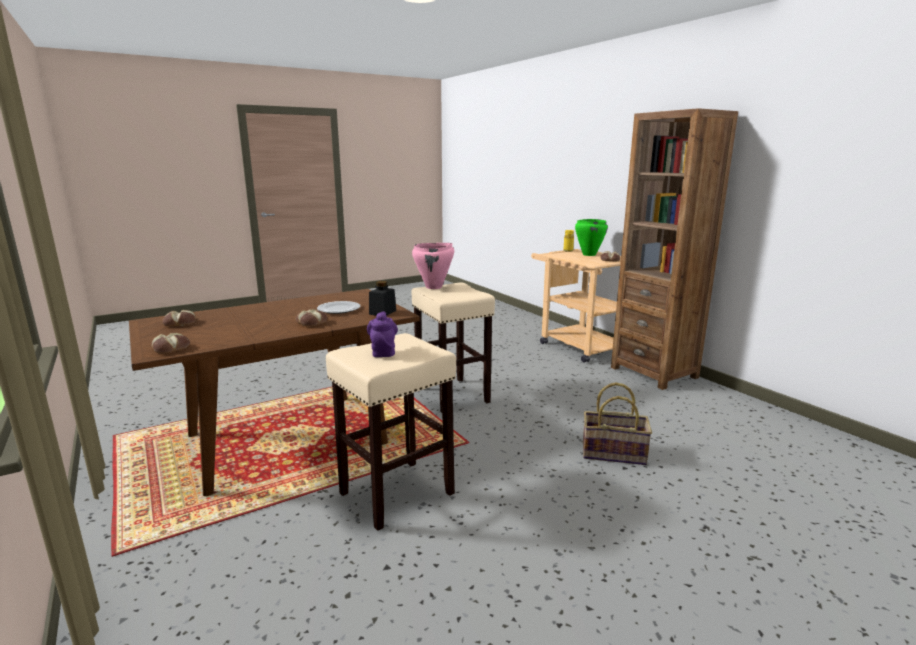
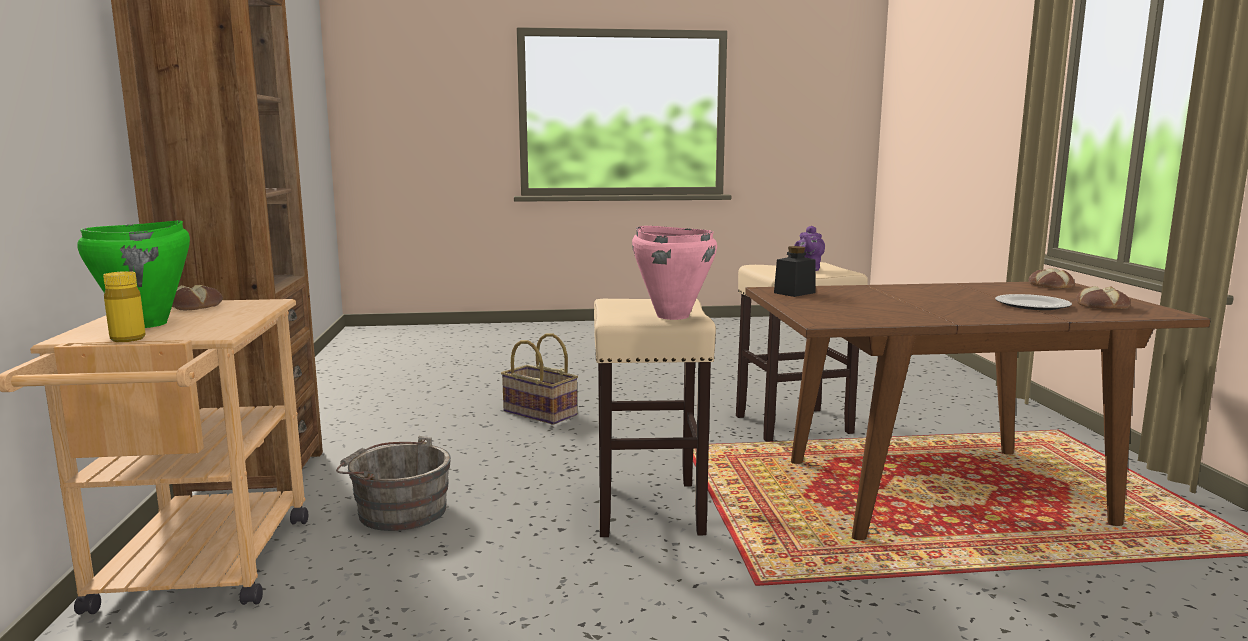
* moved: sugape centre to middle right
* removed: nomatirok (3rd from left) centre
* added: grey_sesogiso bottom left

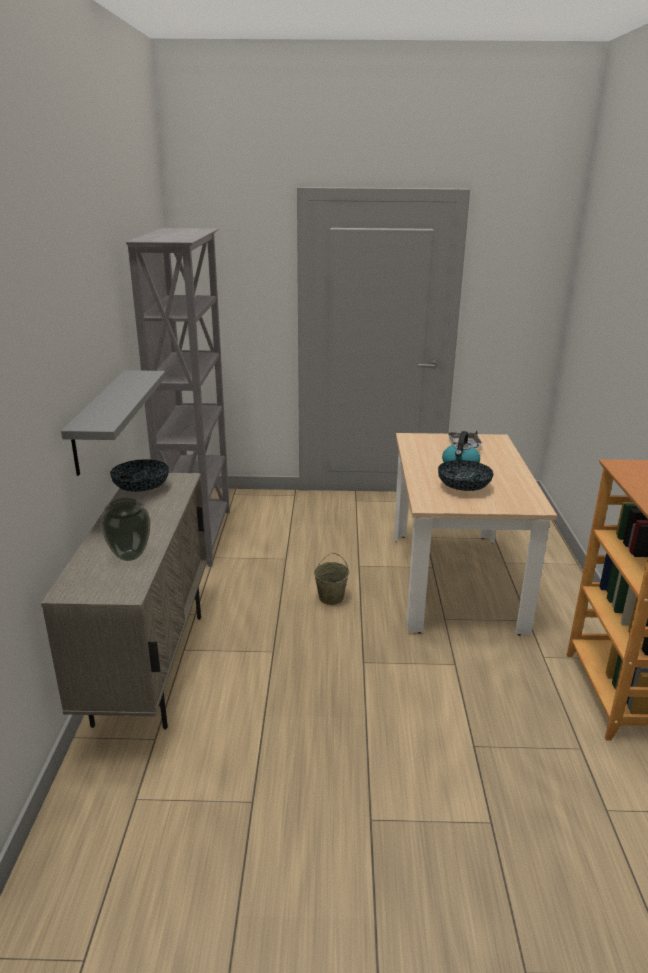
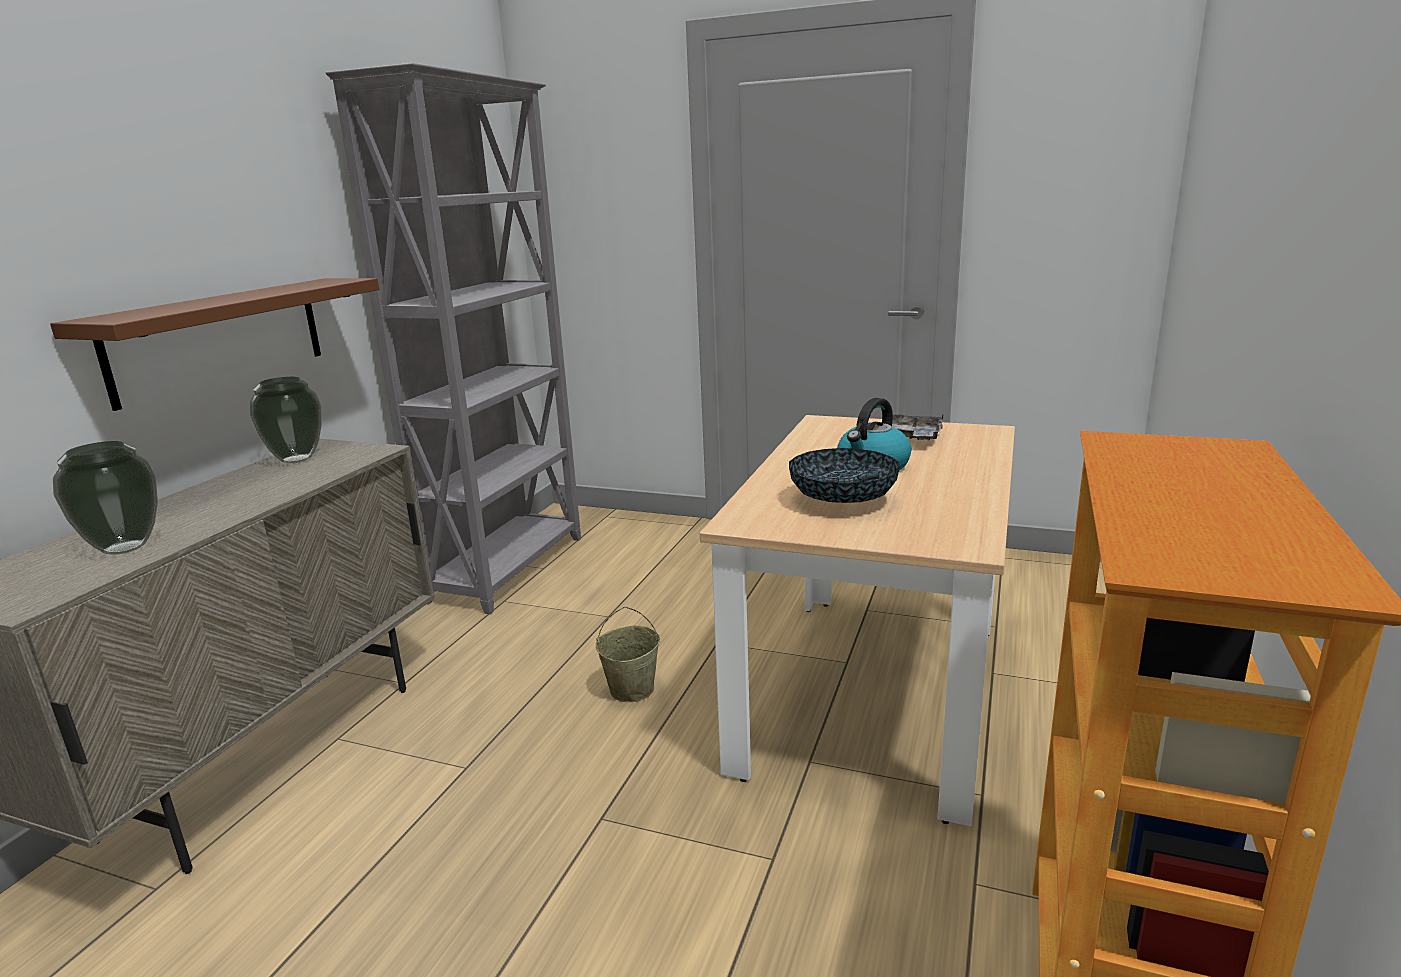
* recoloured: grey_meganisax middle left to brown_meganisax middle left
* replaced: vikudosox (1st from left) middle left to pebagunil (2nd from left) middle left

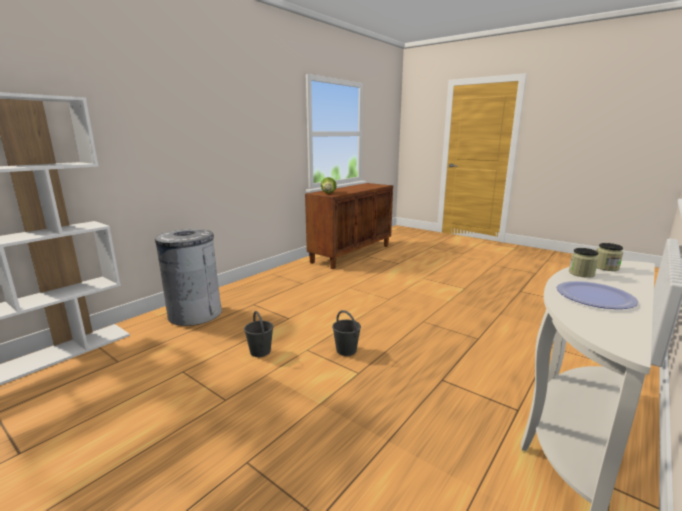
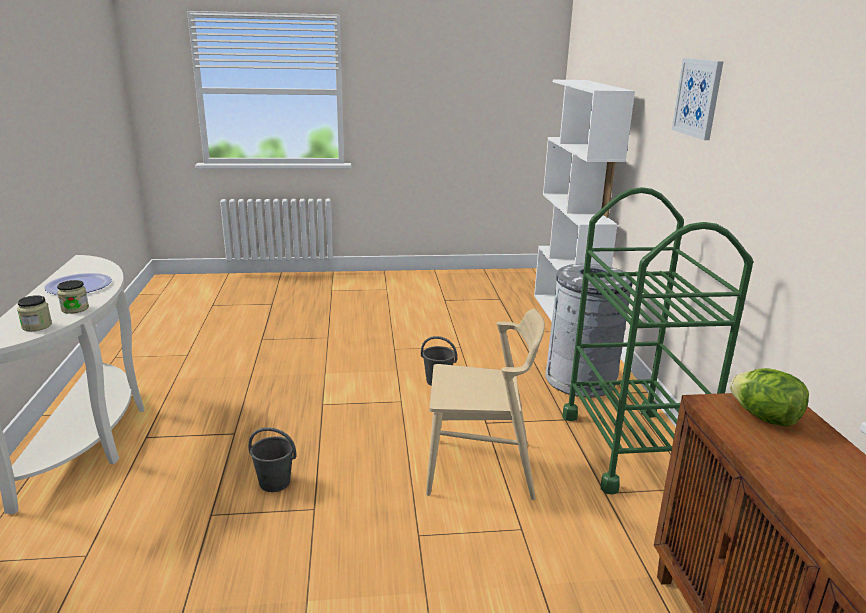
* moved: grey_sesogiso (2nd from left in the first image) centre to grey_sesogiso (1st from left) bottom left
* added: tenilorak top right
* added: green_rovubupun middle right
* added: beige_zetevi centre

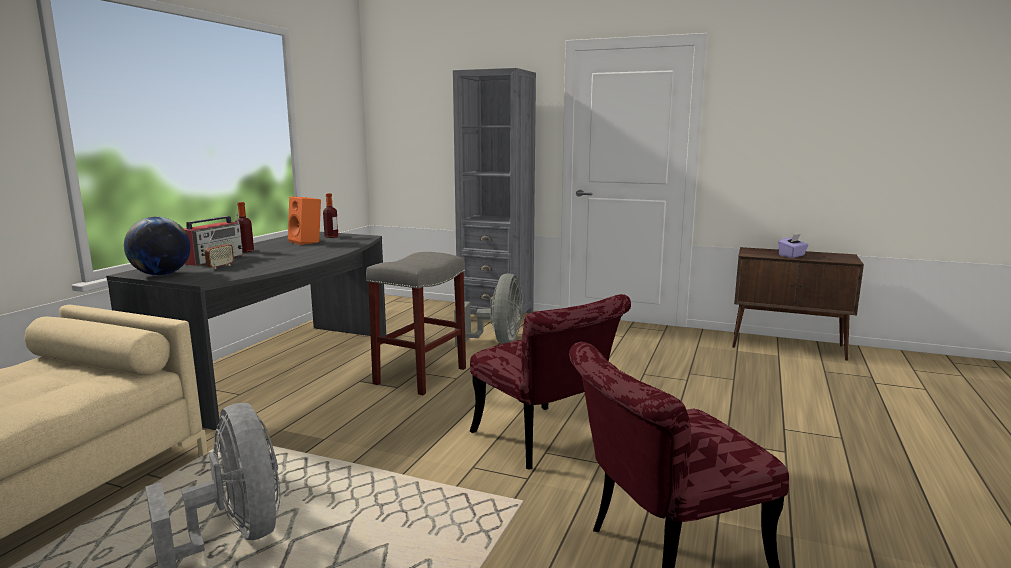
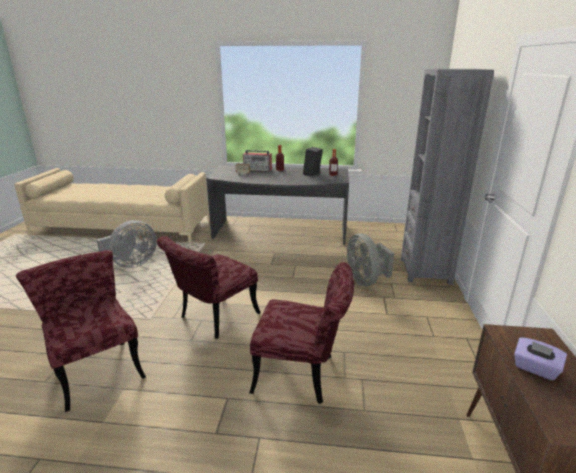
* recoloured: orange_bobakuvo middle left to black_bobakuvo centre
* removed: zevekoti middle left
* removed: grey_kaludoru centre
* turned: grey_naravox (2nd from left) centre = centre 75 degrees clockwise
* added: red_zetevi (3rd from left) bottom centre

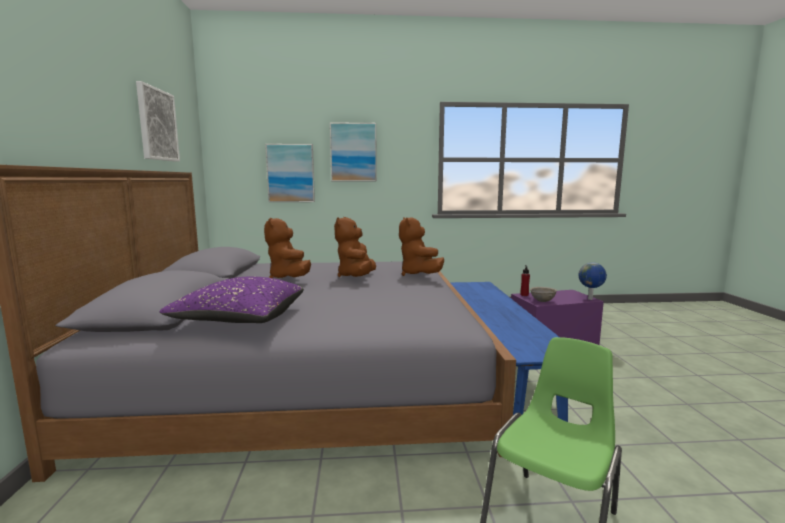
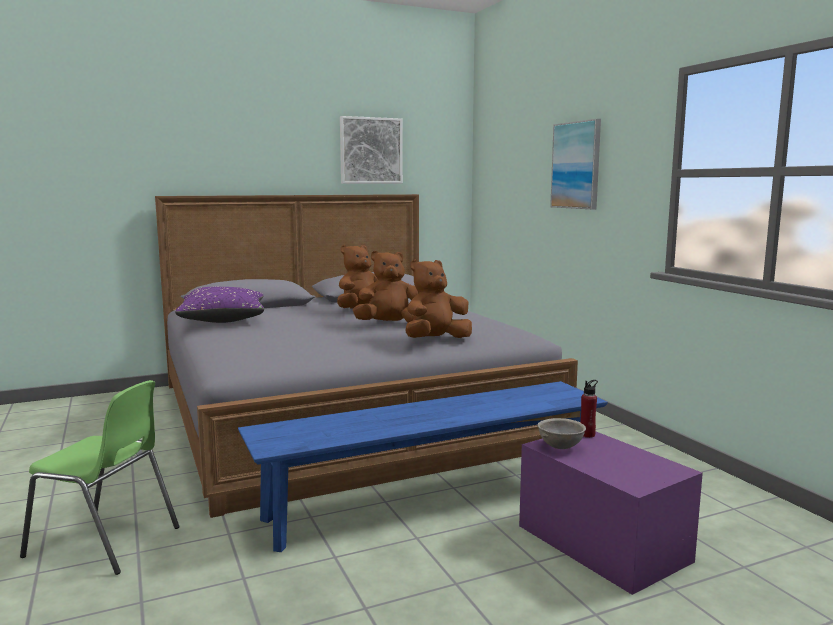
* removed: tenilorak (2nd from left) top centre
* removed: zevekoti middle right

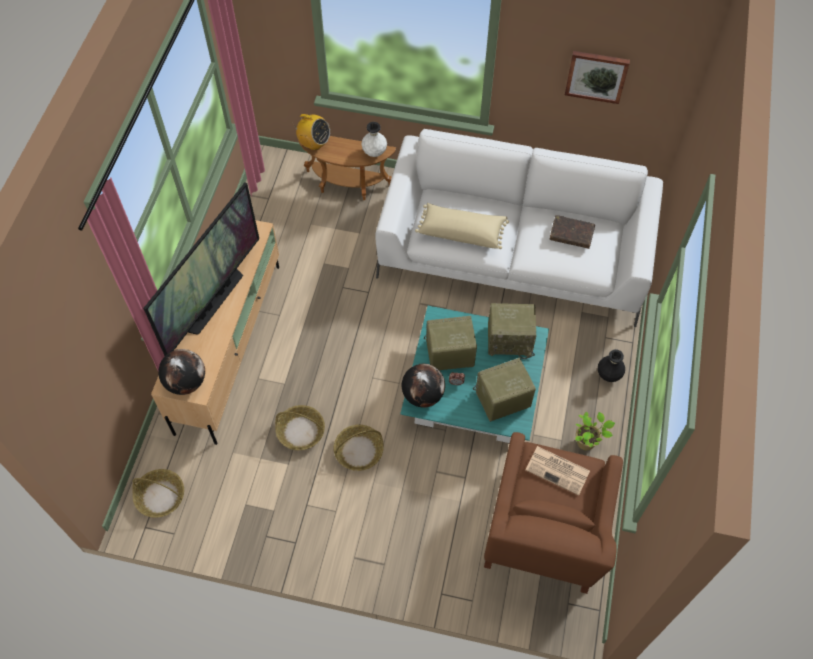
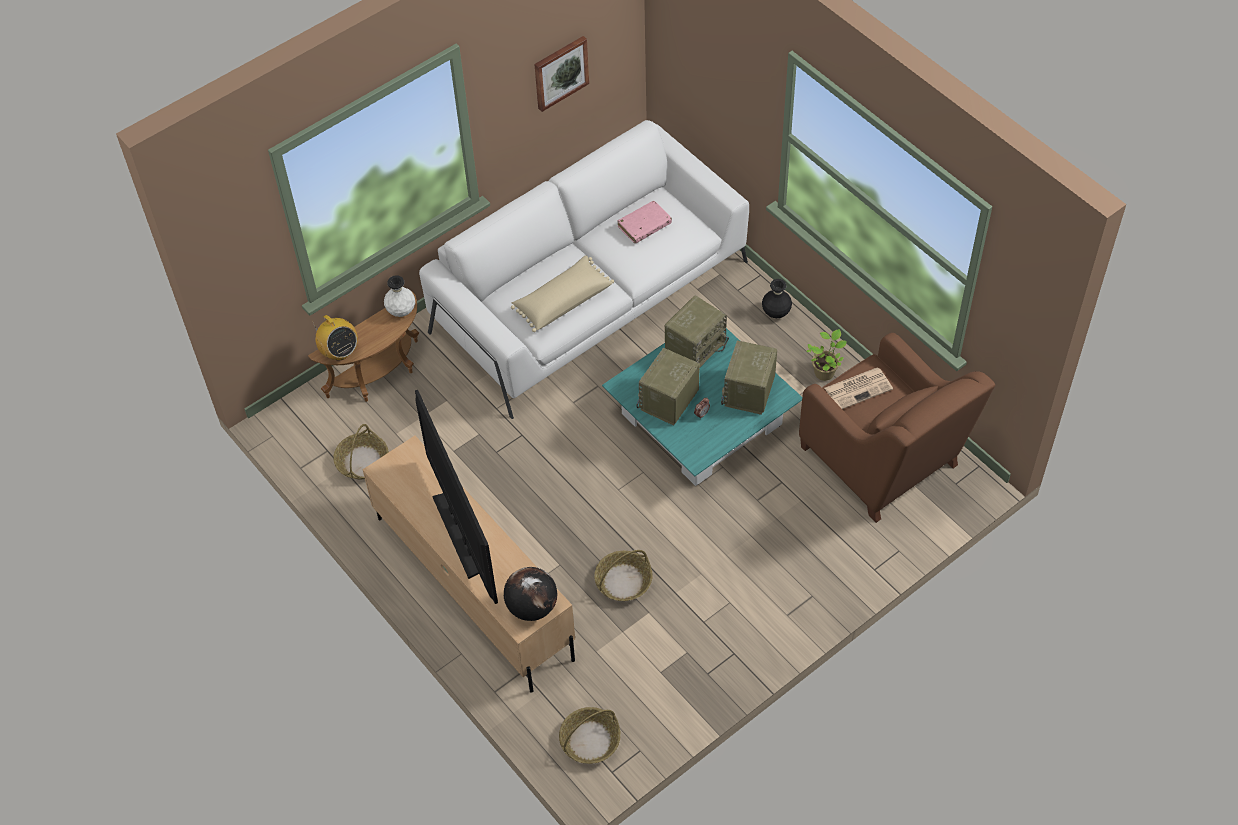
* turned: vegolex (1st from left) top centre = middle left 75 degrees clockwise
* recoloured: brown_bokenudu middle right to pink_bokenudu top centre
* removed: zevekoti (2nd from left) centre
* moved: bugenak (3rd from left in the first image) bottom centre to bugenak (1st from left) middle left

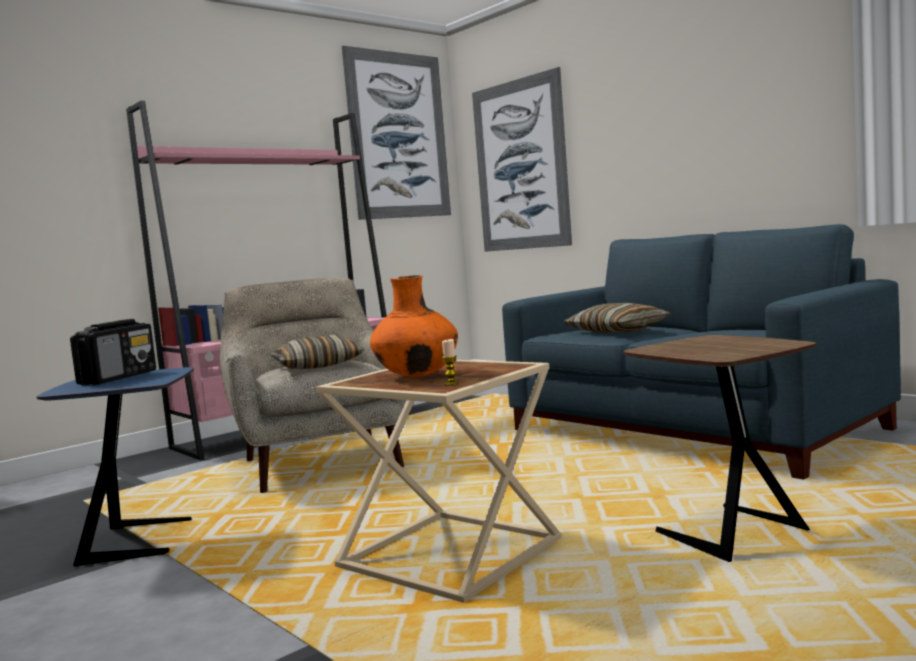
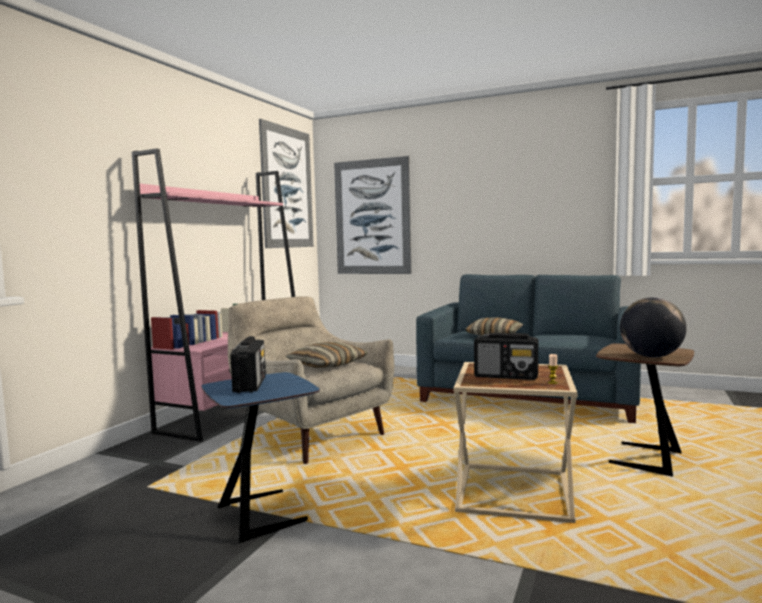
* replaced: orange_pebagunil centre to vegolex (2nd from left) centre
* added: zevekoti middle right

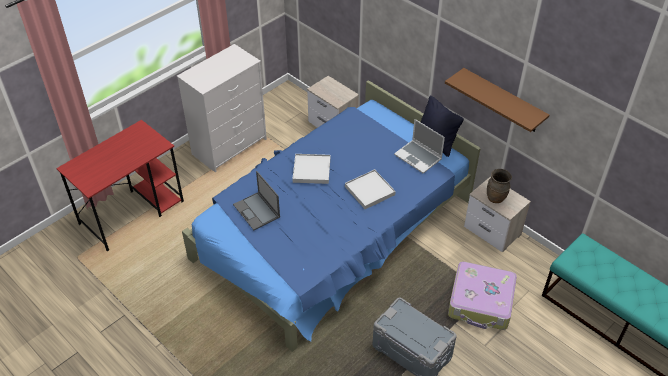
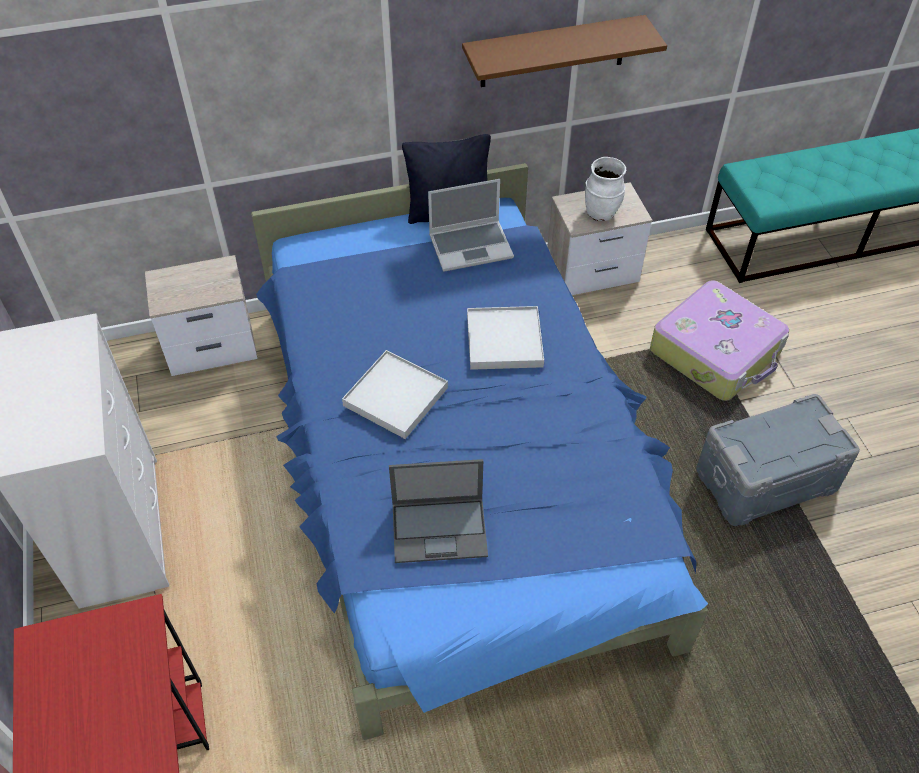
* recoloured: brown_pebagunil middle right to white_pebagunil top centre

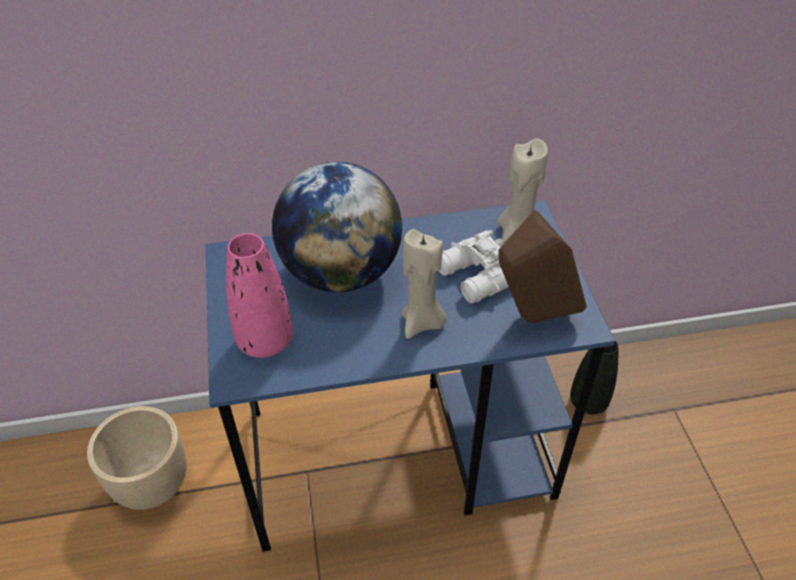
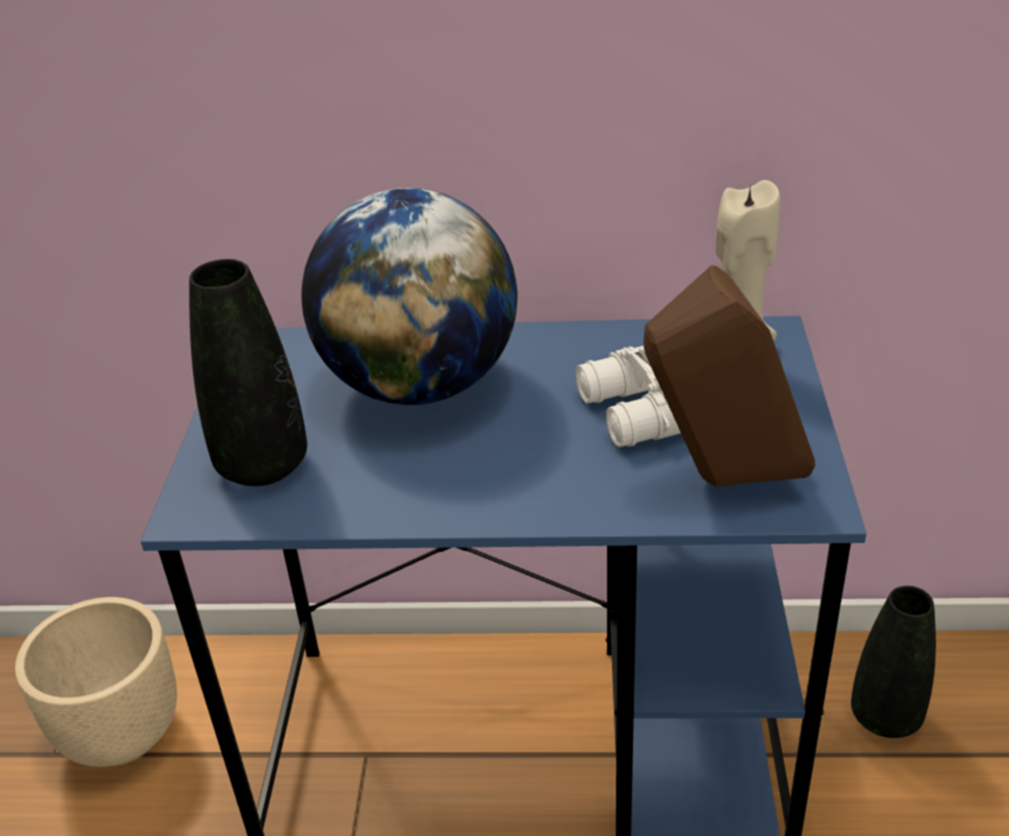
* removed: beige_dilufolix (1st from left) centre
* recoloured: pink_pebagunil middle left to black_pebagunil (1st from left) middle left

